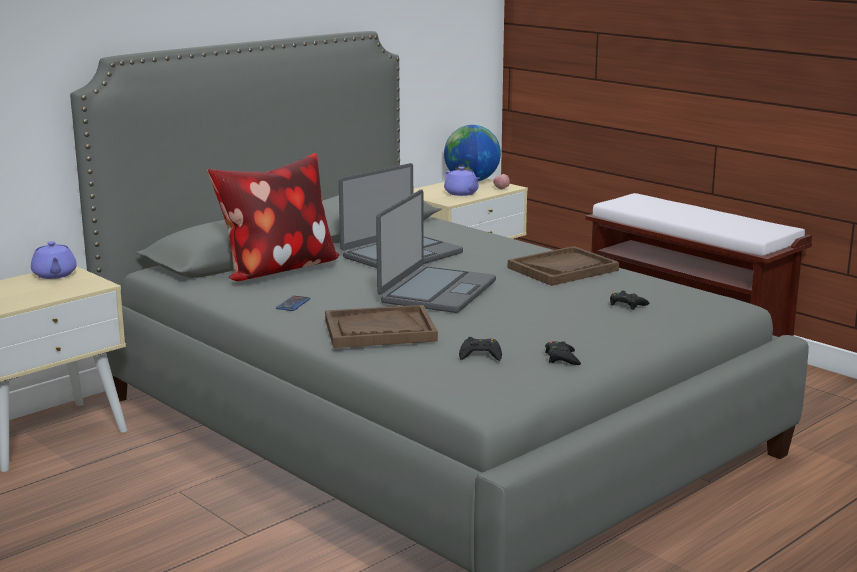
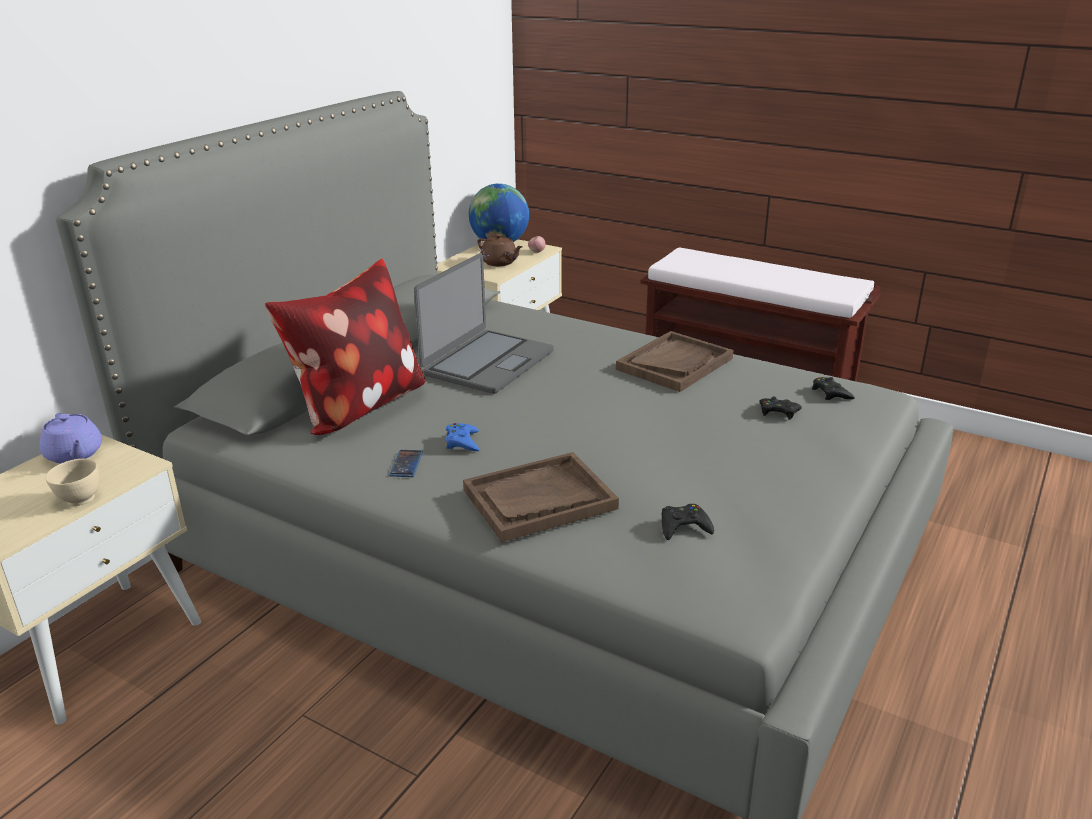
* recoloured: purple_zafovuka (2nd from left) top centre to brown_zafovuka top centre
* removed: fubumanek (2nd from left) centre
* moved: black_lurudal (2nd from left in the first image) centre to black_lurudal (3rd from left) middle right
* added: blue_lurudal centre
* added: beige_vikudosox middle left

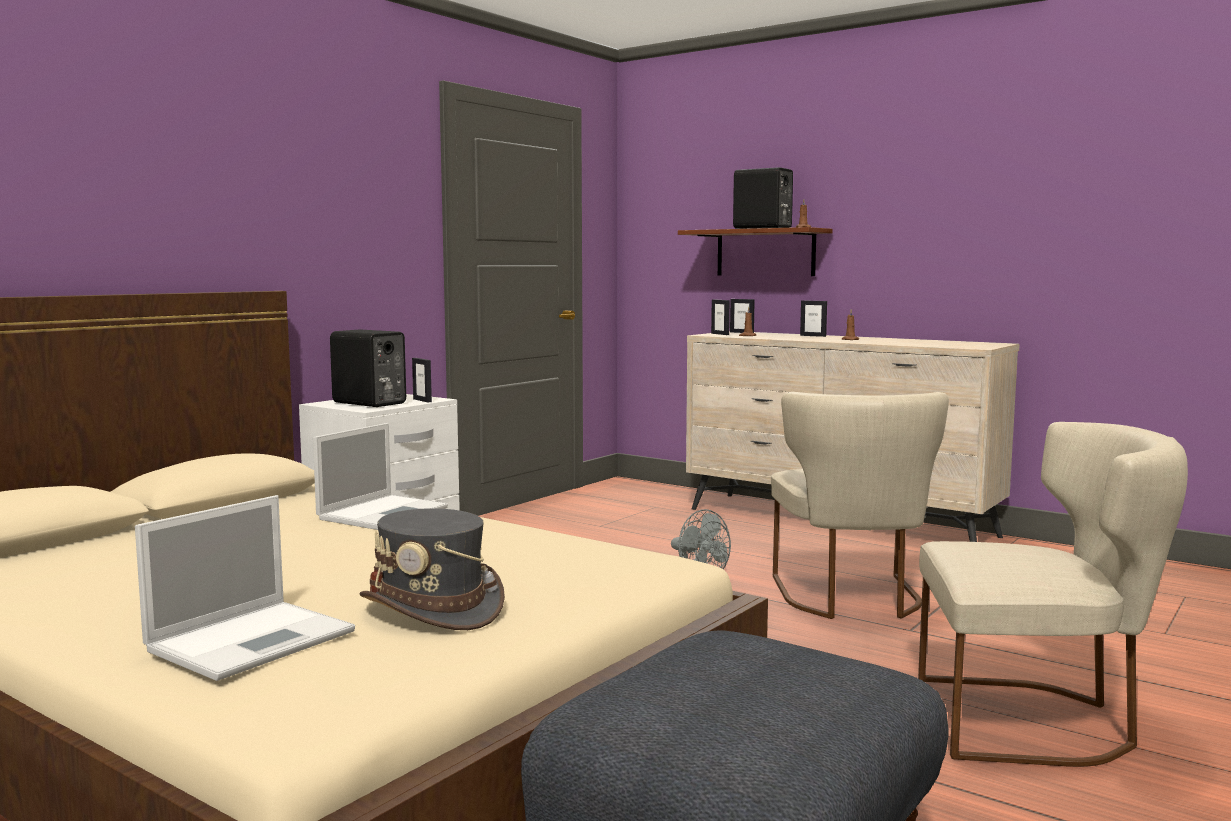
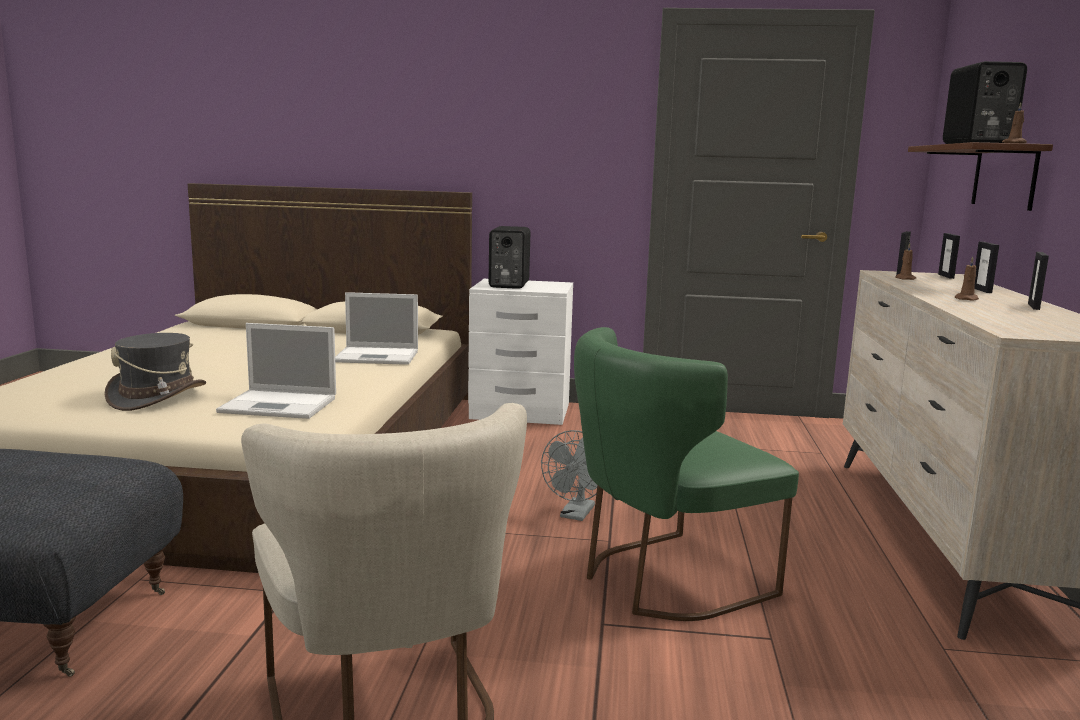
* moved: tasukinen (1st from left in the first image) centre to tasukinen (4th from left) middle right
* recoloured: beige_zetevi (1st from left) middle right to green_zetevi centre
* moved: fubumanek (1st from left) bottom left to middle left

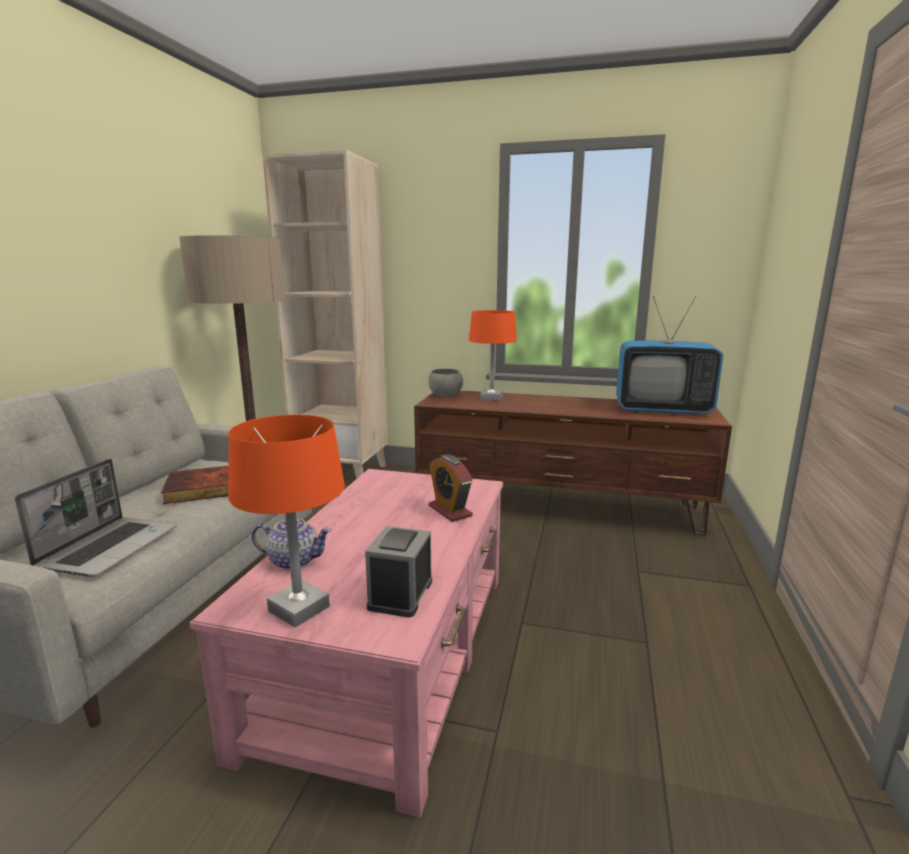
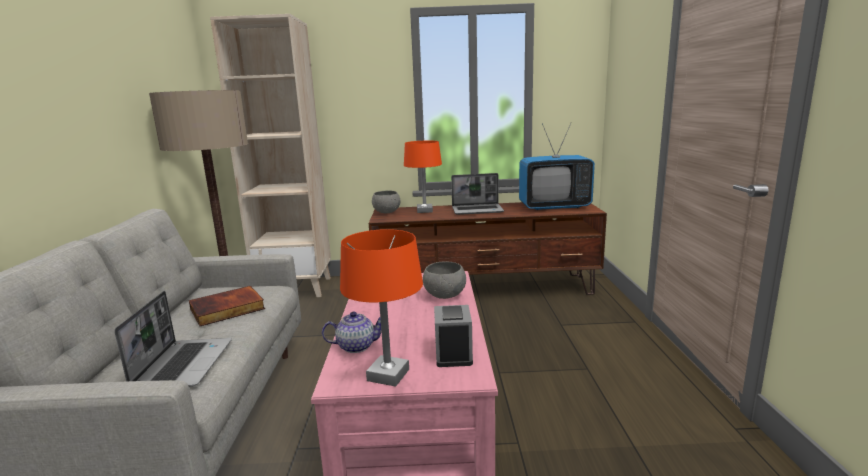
* replaced: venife (2nd from left) centre to grey_vikudosox (2nd from left) centre
* added: fubumanek (2nd from left) centre

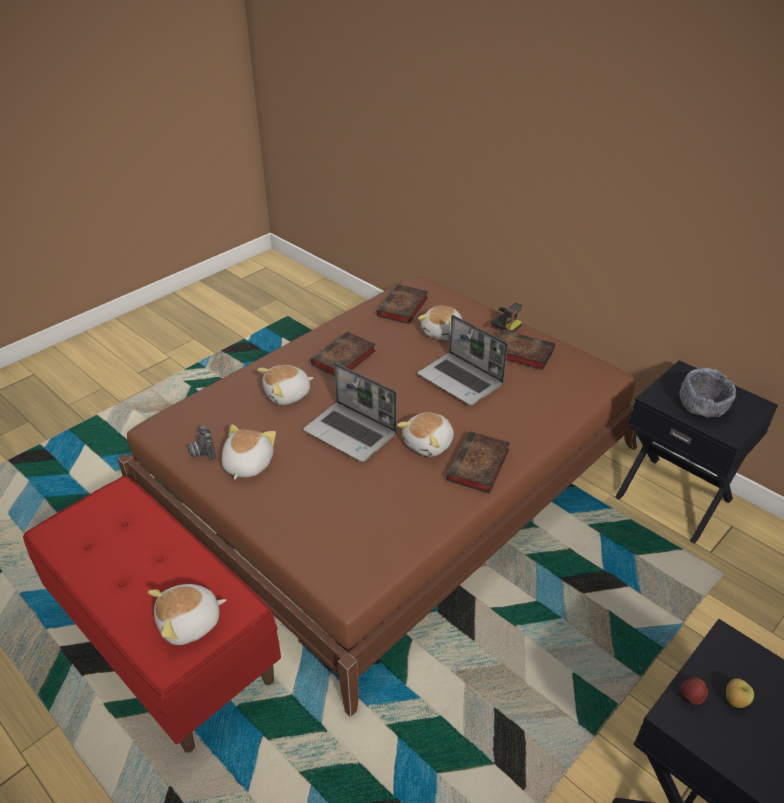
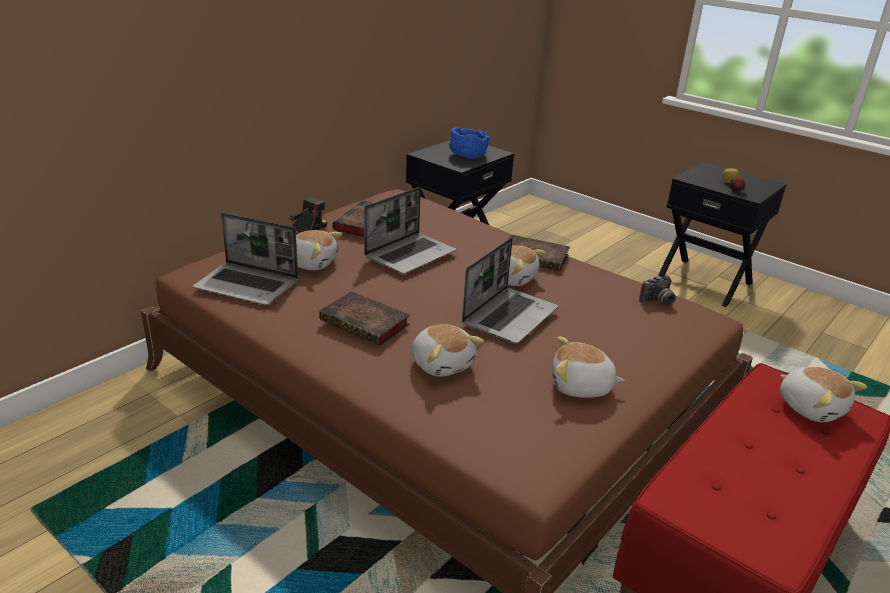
* replaced: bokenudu (2nd from left) centre to fubumanek (1st from left) middle left
* recoloured: grey_vikudosox middle right to blue_vikudosox top centre
* moved: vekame (1st from left in the first image) middle left to vekame (2nd from left) middle right

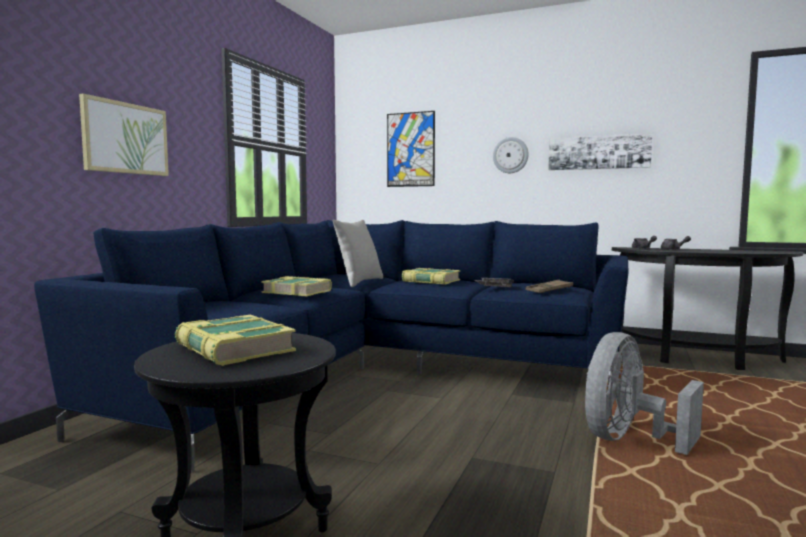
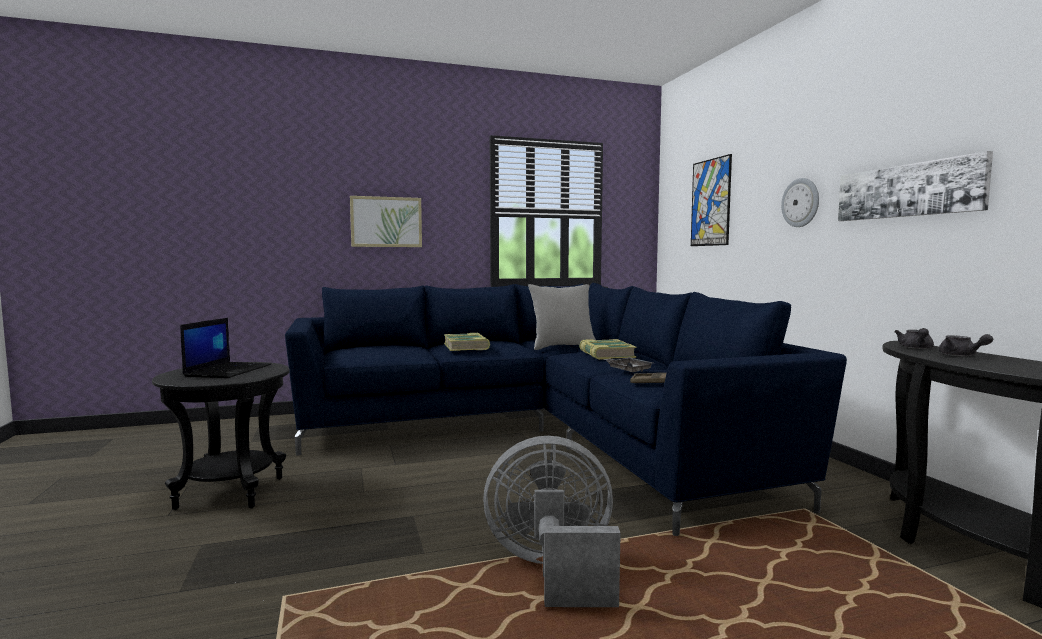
* replaced: bokenudu (1st from left) middle left to fubumanek middle left

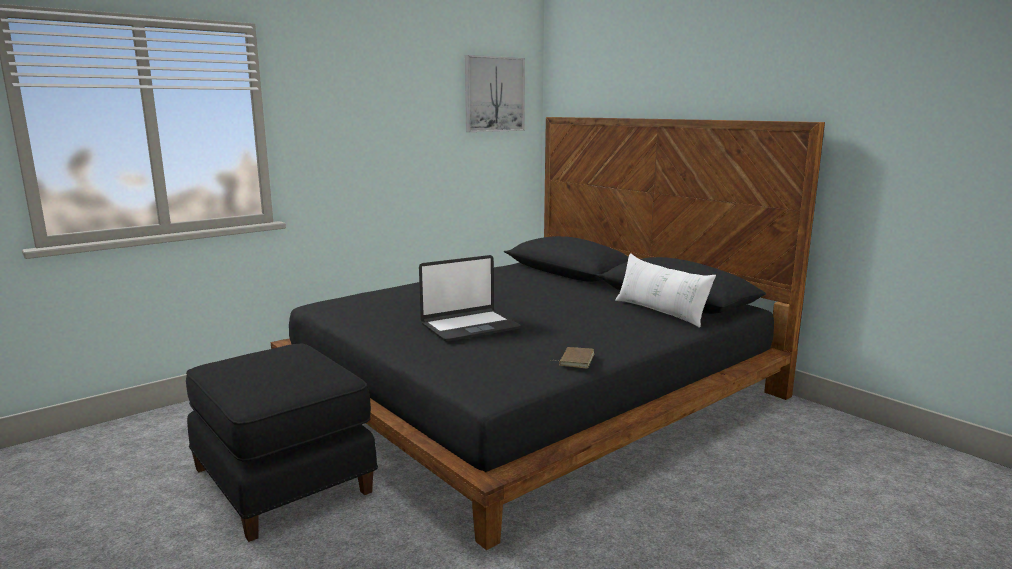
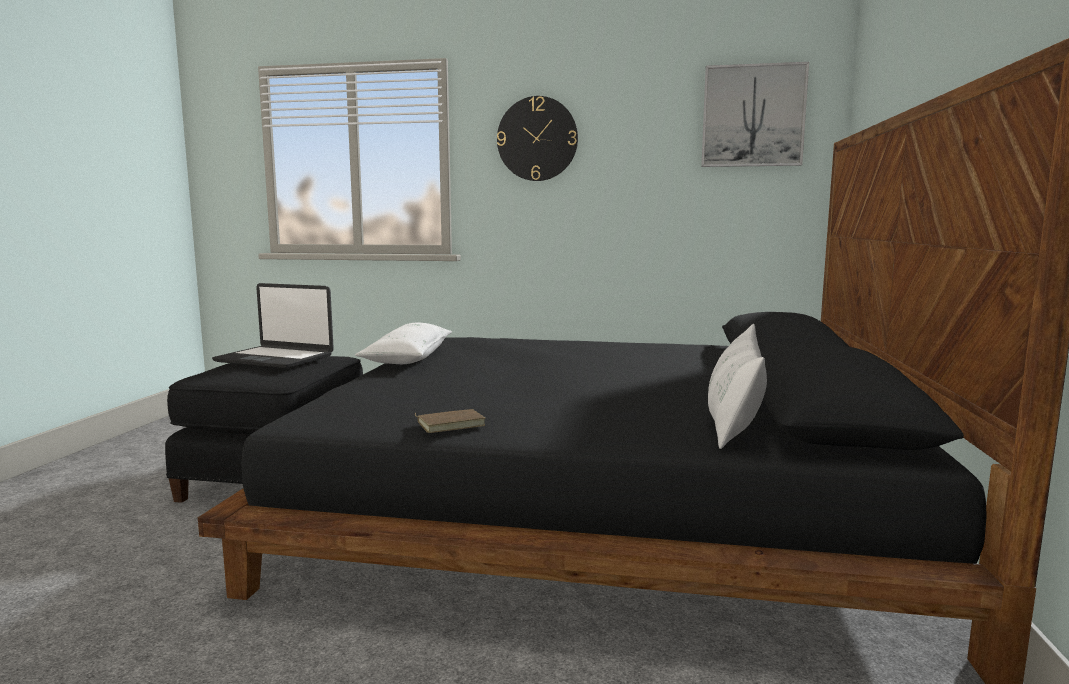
* moved: fubumanek centre to middle left
* added: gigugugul top centre
* added: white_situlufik (1st from left) centre

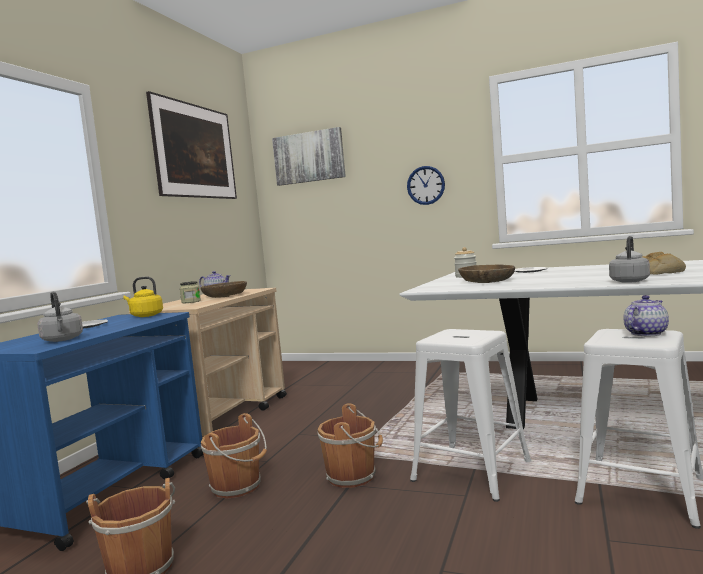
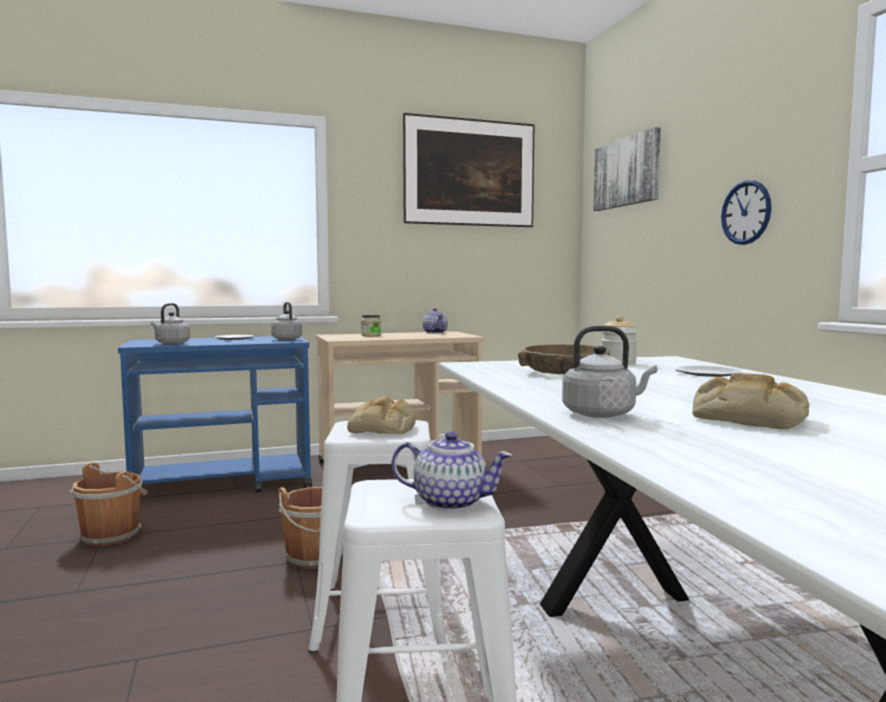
* recoloured: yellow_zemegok middle left to grey_zemegok (2nd from left) middle left
* removed: brown_vikudosox (1st from left) middle left
* removed: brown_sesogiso (2nd from left) bottom left
* added: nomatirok (1st from left) centre

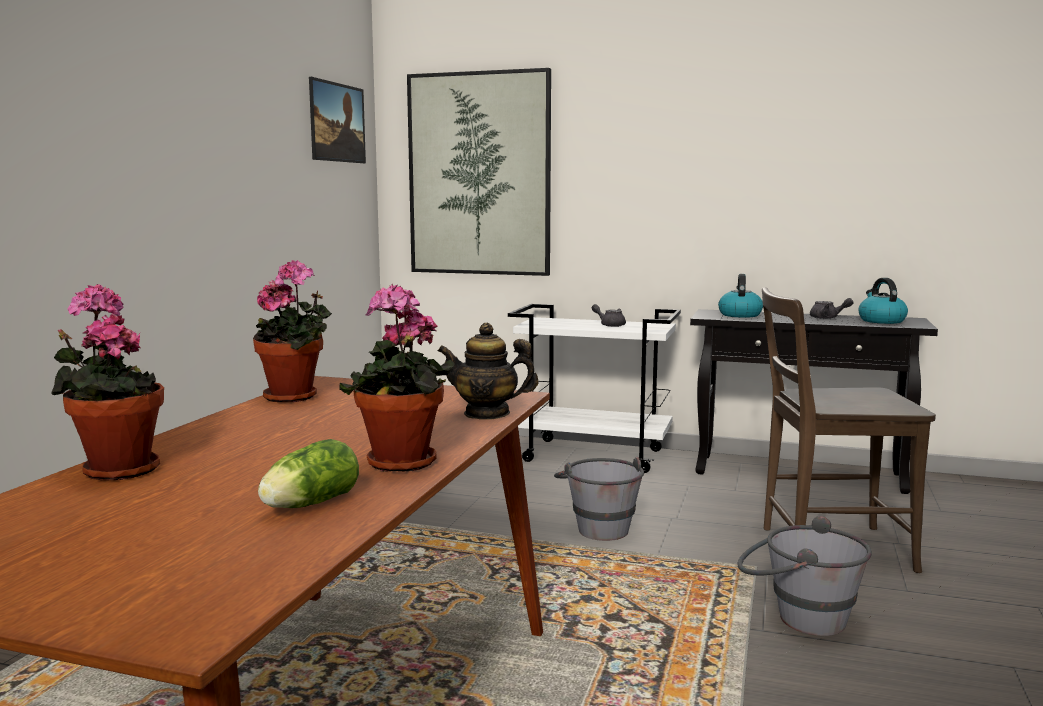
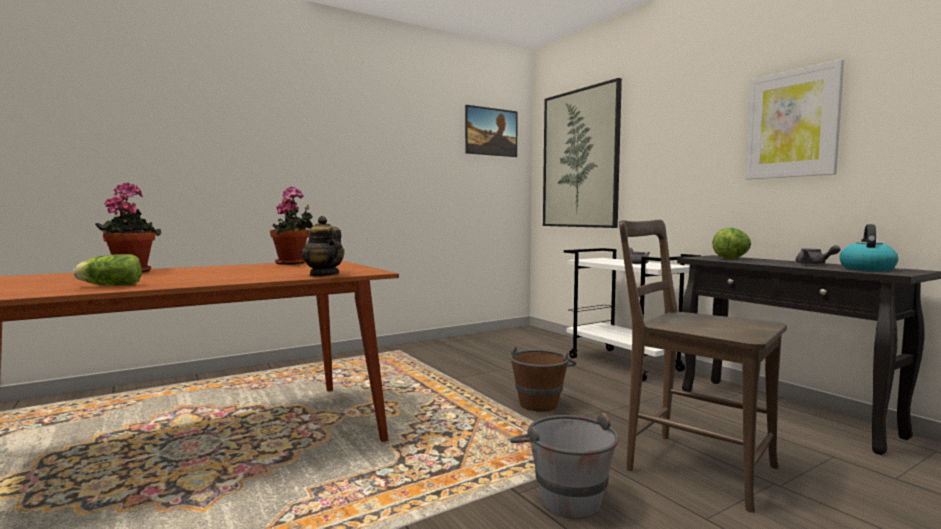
* replaced: zemegok (1st from left) middle right to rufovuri (2nd from left) middle right
* removed: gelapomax (3rd from left) centre
* recoloured: grey_sesogiso (1st from left) bottom centre to brown_sesogiso bottom centre
* added: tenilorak (3rd from left) top right

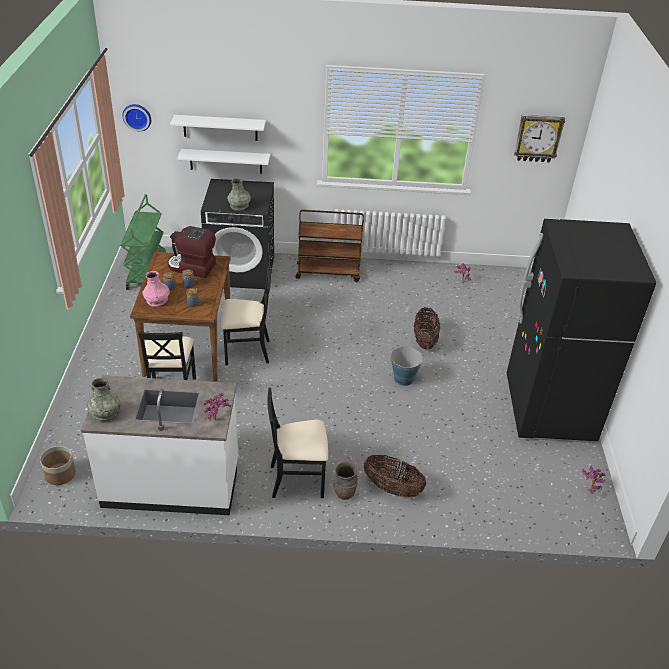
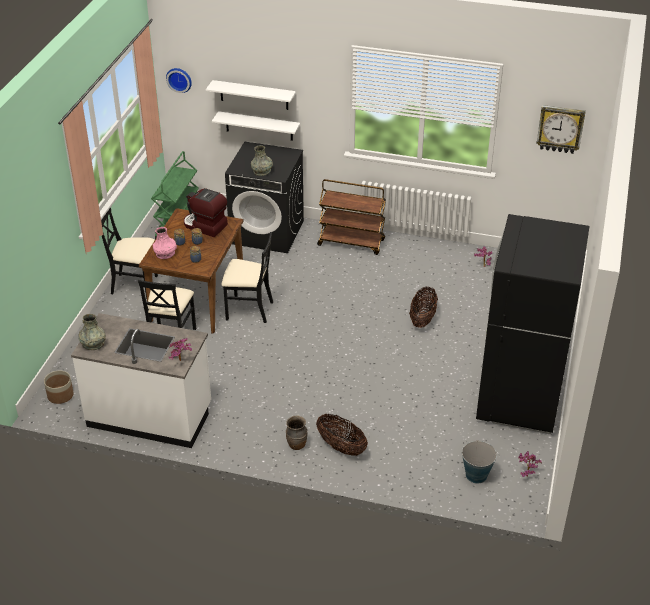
* moved: sesogiso centre to bottom right
* moved: black_zetevi (3rd from left in the first image) centre to black_zetevi (1st from left) middle left

